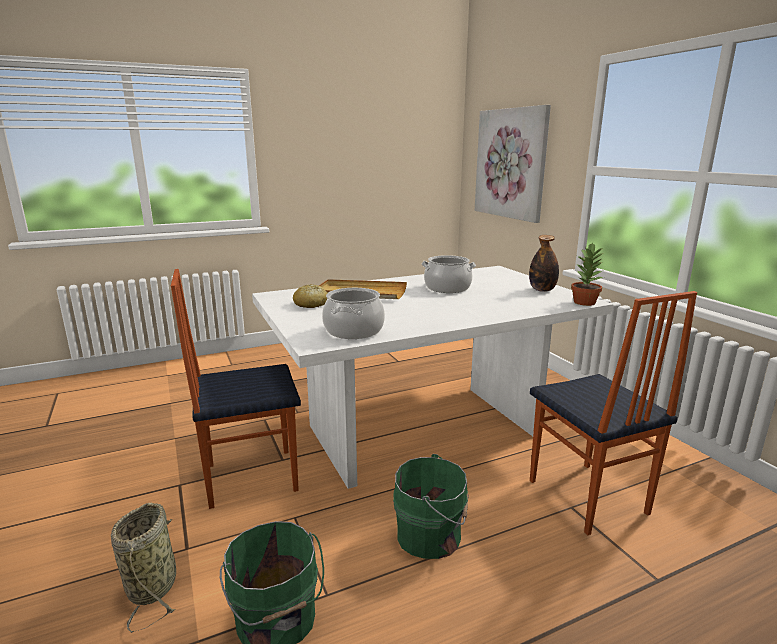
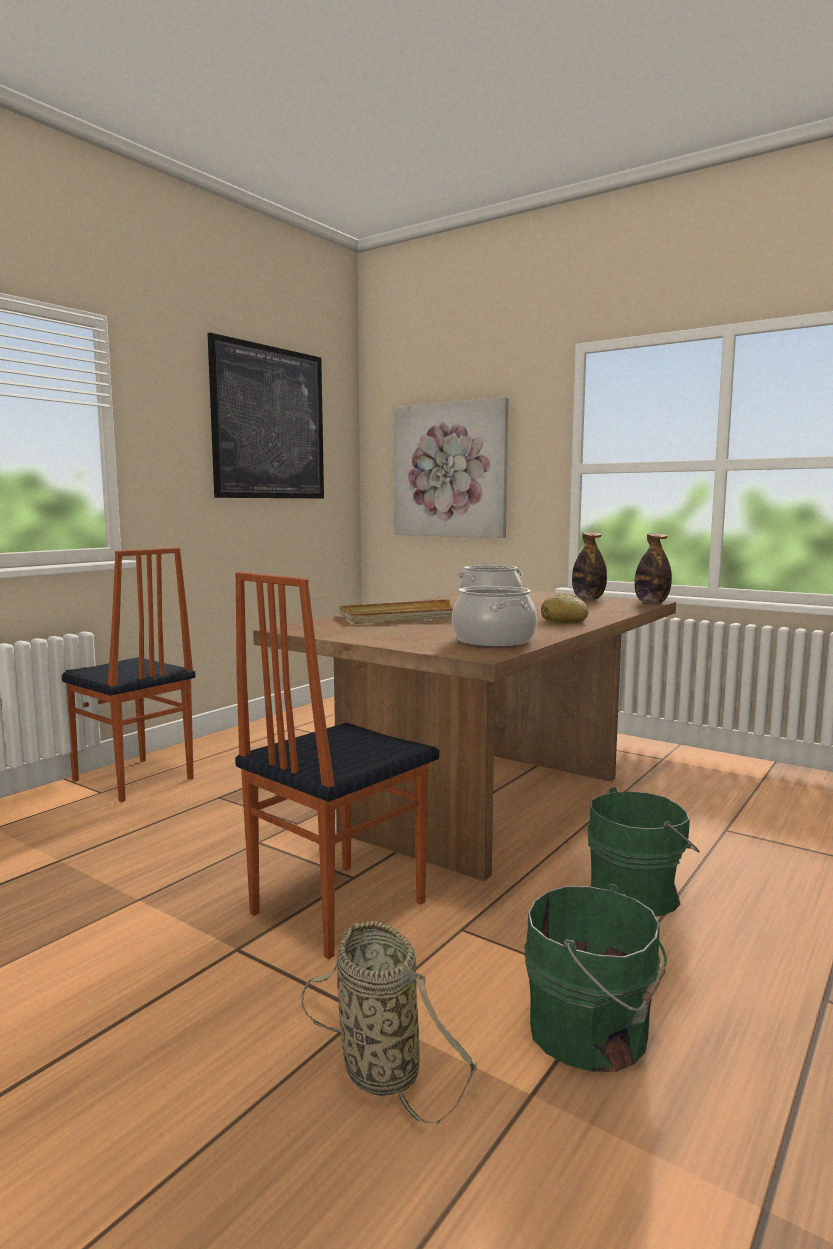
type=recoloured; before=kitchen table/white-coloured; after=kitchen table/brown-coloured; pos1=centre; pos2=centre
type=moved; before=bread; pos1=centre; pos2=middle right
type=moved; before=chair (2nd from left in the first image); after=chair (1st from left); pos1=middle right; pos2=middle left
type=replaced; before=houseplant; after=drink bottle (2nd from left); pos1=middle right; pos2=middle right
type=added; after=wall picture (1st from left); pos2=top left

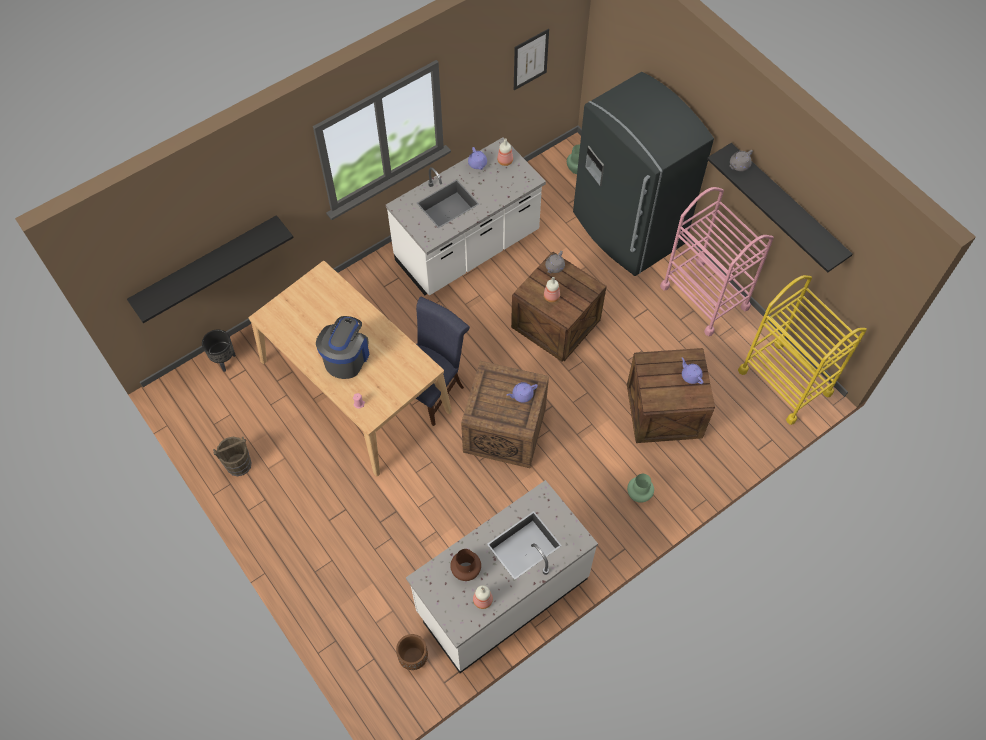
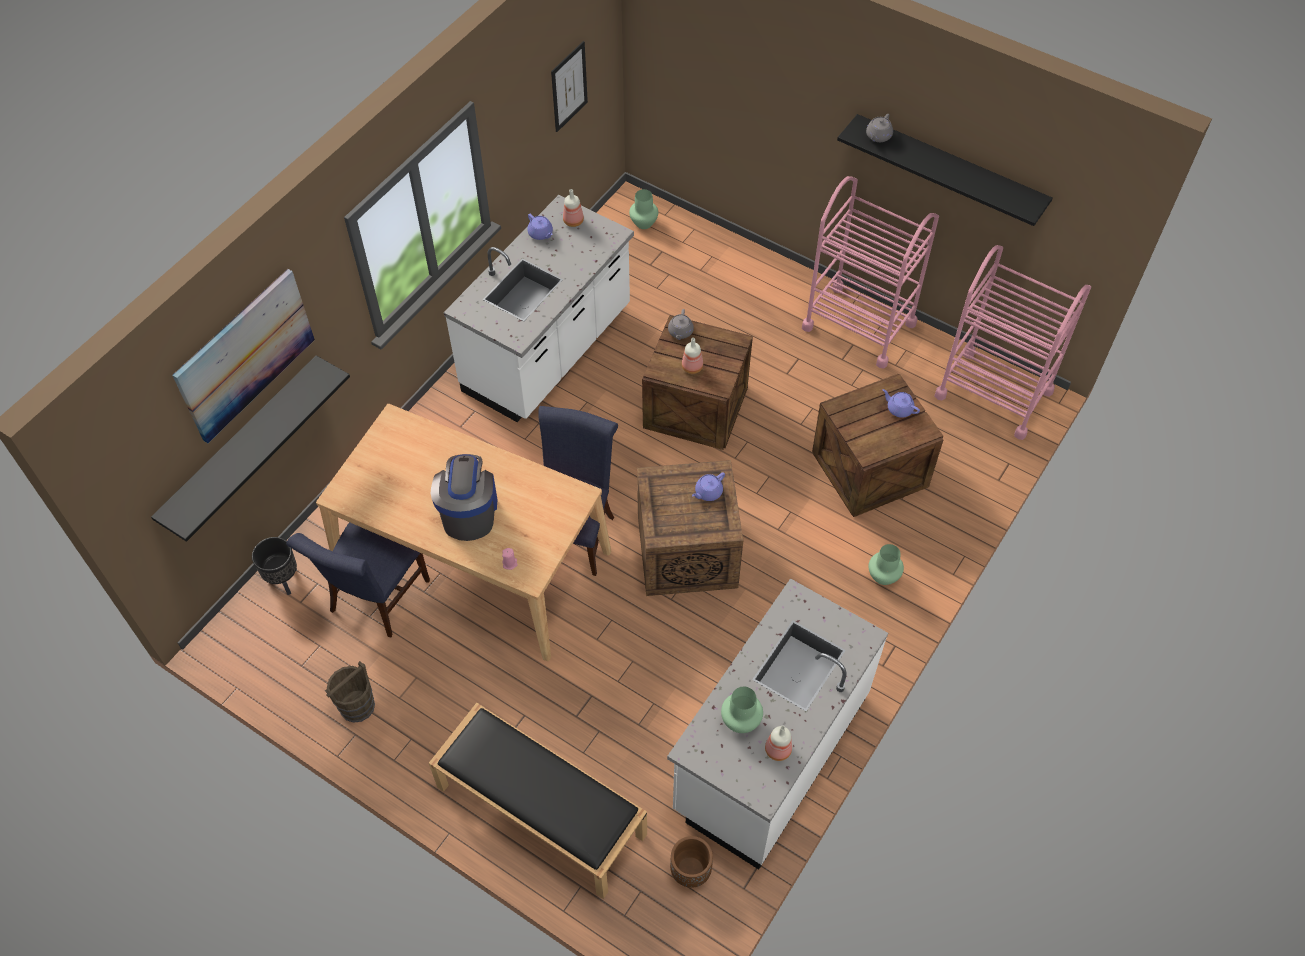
type=recoloured; before=vase/brown-coloured; after=vase/greenish (2nd from left); pos1=bottom centre; pos2=bottom centre
type=removed; before=kitchen fridge/grey; pos1=top centre
type=recoloured; before=cart/yellow; after=cart/pink (2nd from left); pos1=middle right; pos2=middle right
type=added; after=wall picture (1st from left); pos2=middle left
type=added; after=chair/blue-coloured (1st from left); pos2=middle left
type=added; after=long seat/black; pos2=bottom centre

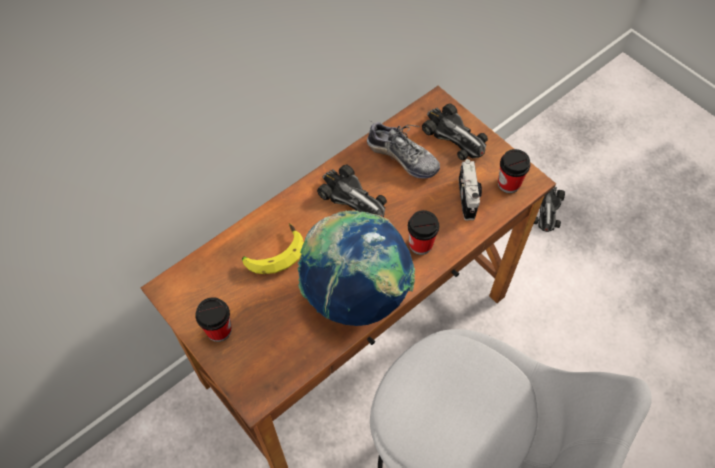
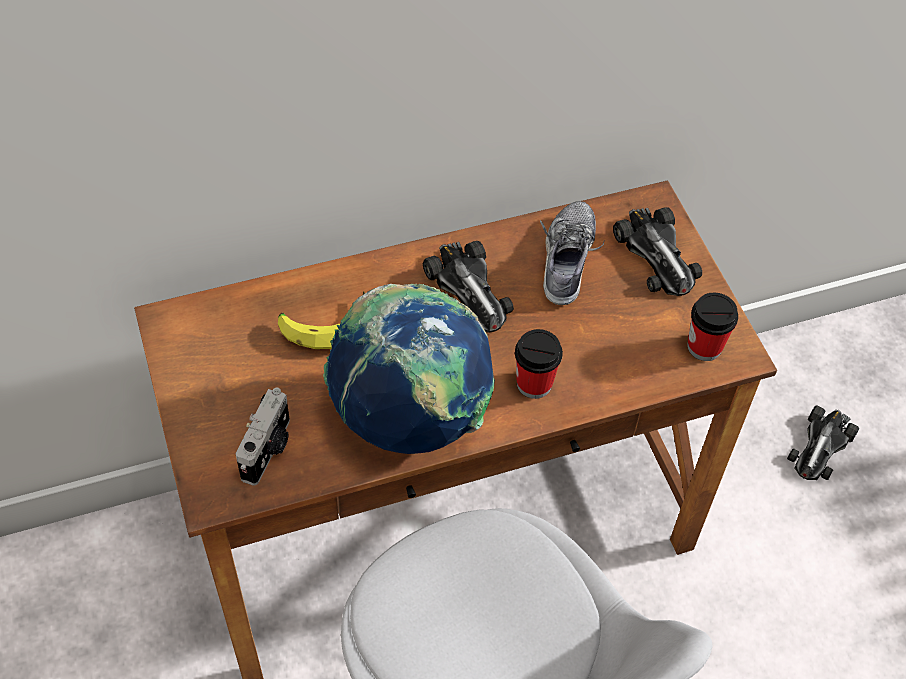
type=removed; before=small cup (1st from left); pos1=bottom left
type=turned; before=item of footwear; pos1=top centre; pos2=centre; turn=-135
type=moved; before=photo camera; pos1=centre; pos2=middle left

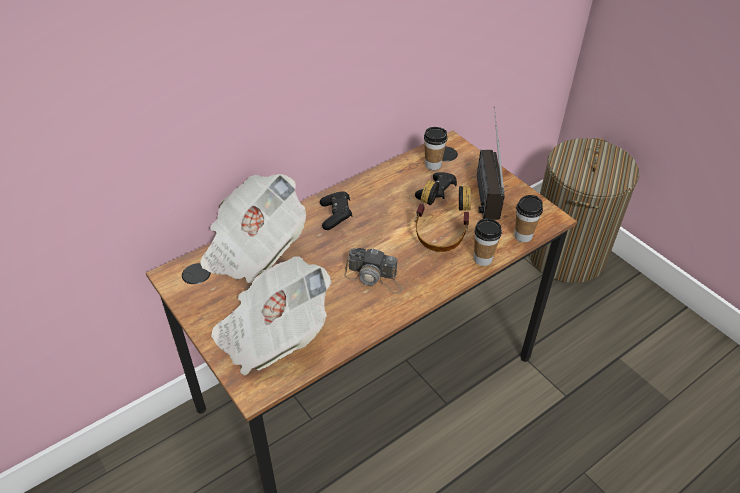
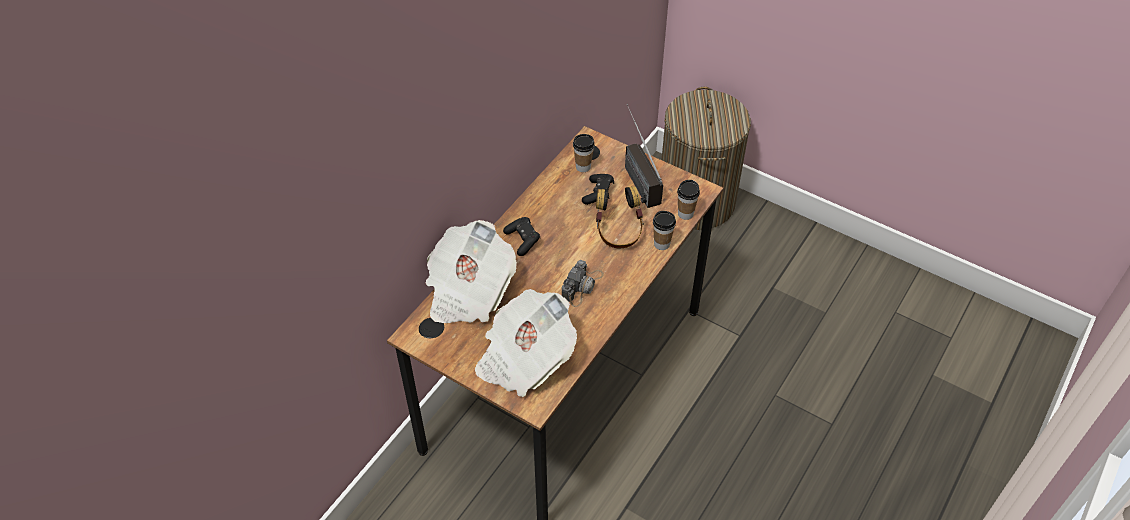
type=turned; before=photo camera; pos1=centre; pos2=centre; turn=-60

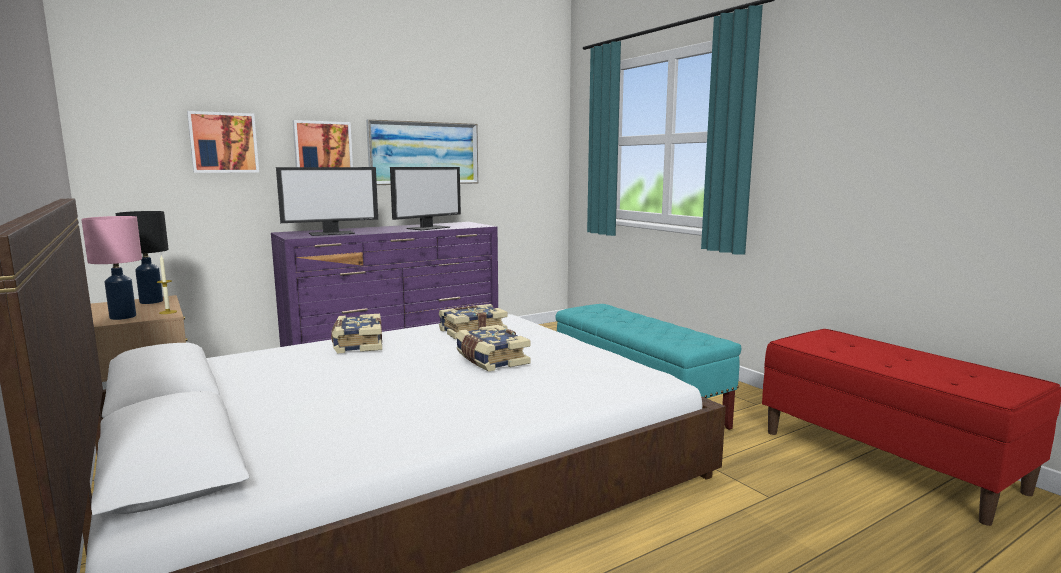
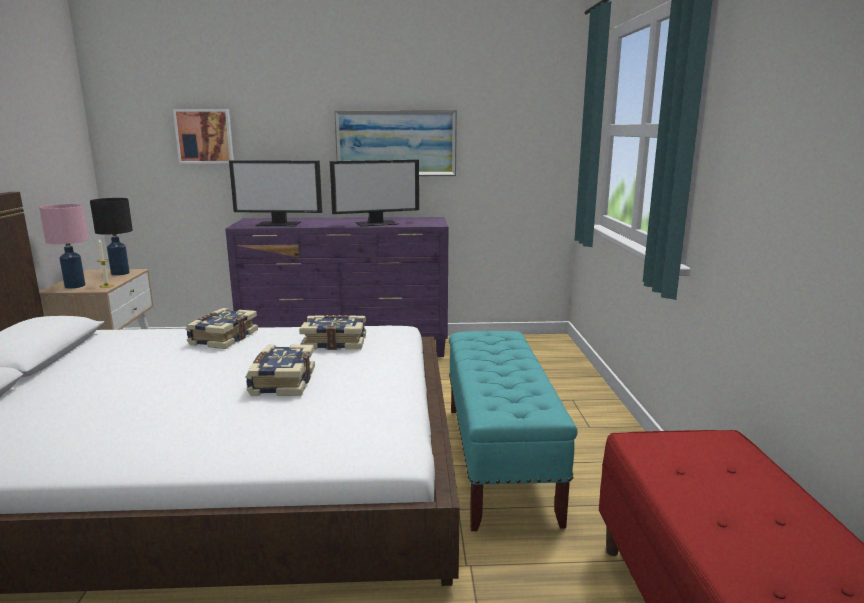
type=removed; before=wall picture (2nd from left); pos1=top left

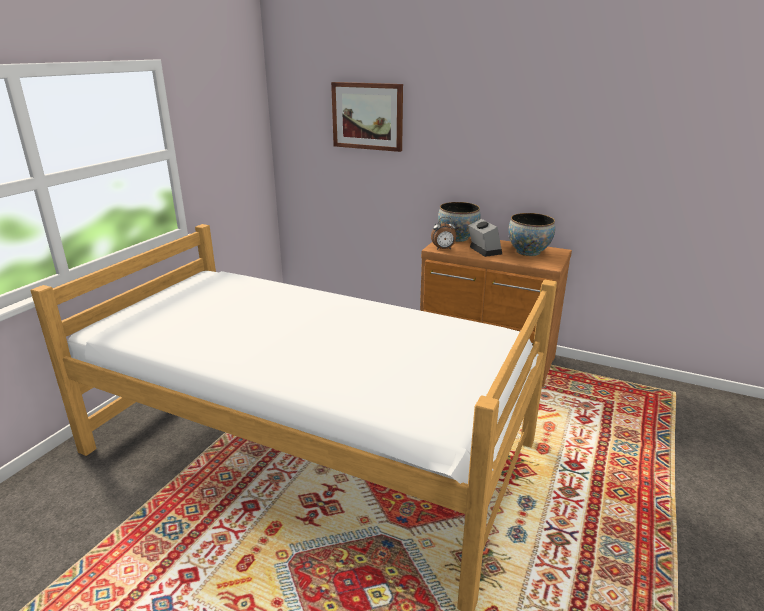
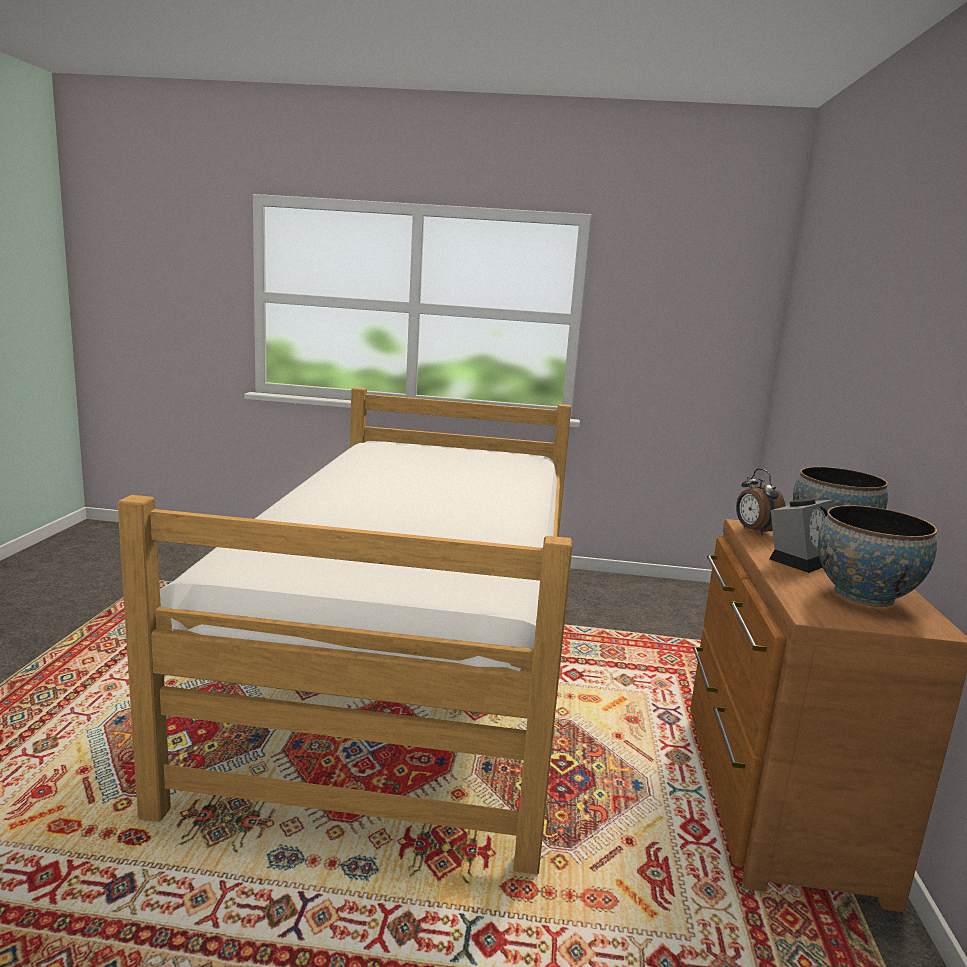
type=removed; before=wall picture; pos1=top centre

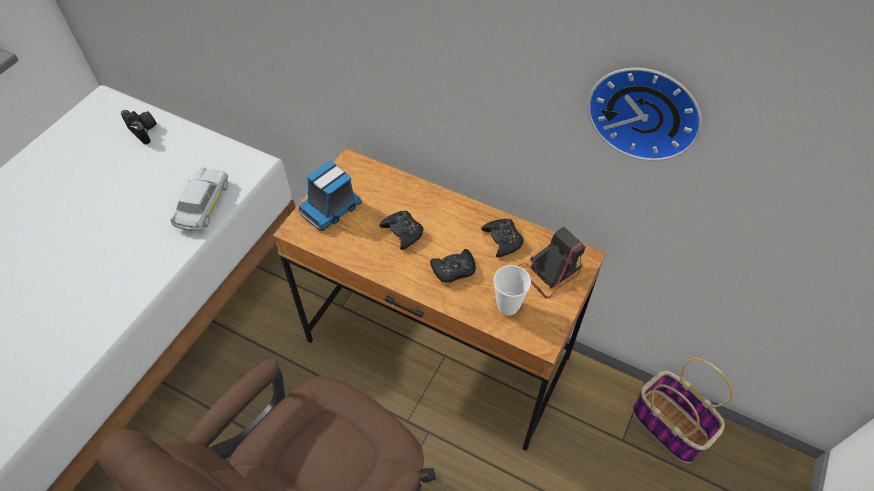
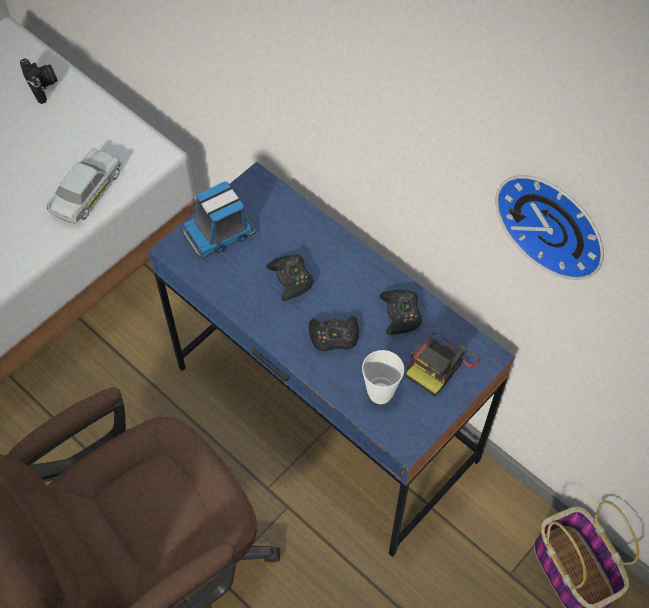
type=recoloured; before=desk table/brown-coloured; after=desk table/blue-coloured; pos1=centre; pos2=centre
type=turned; before=photo camera (2nd from left); pos1=centre; pos2=middle right; turn=150

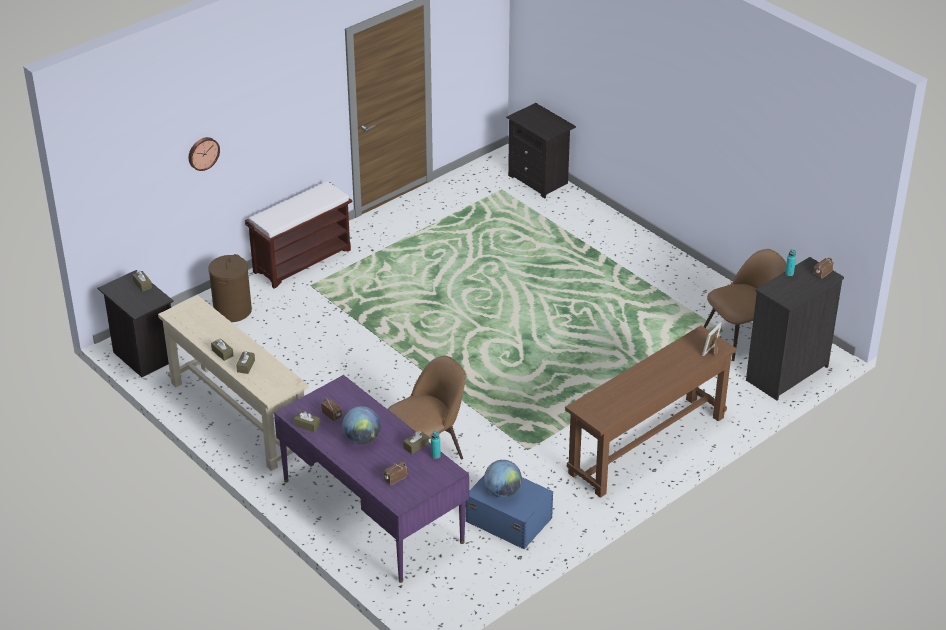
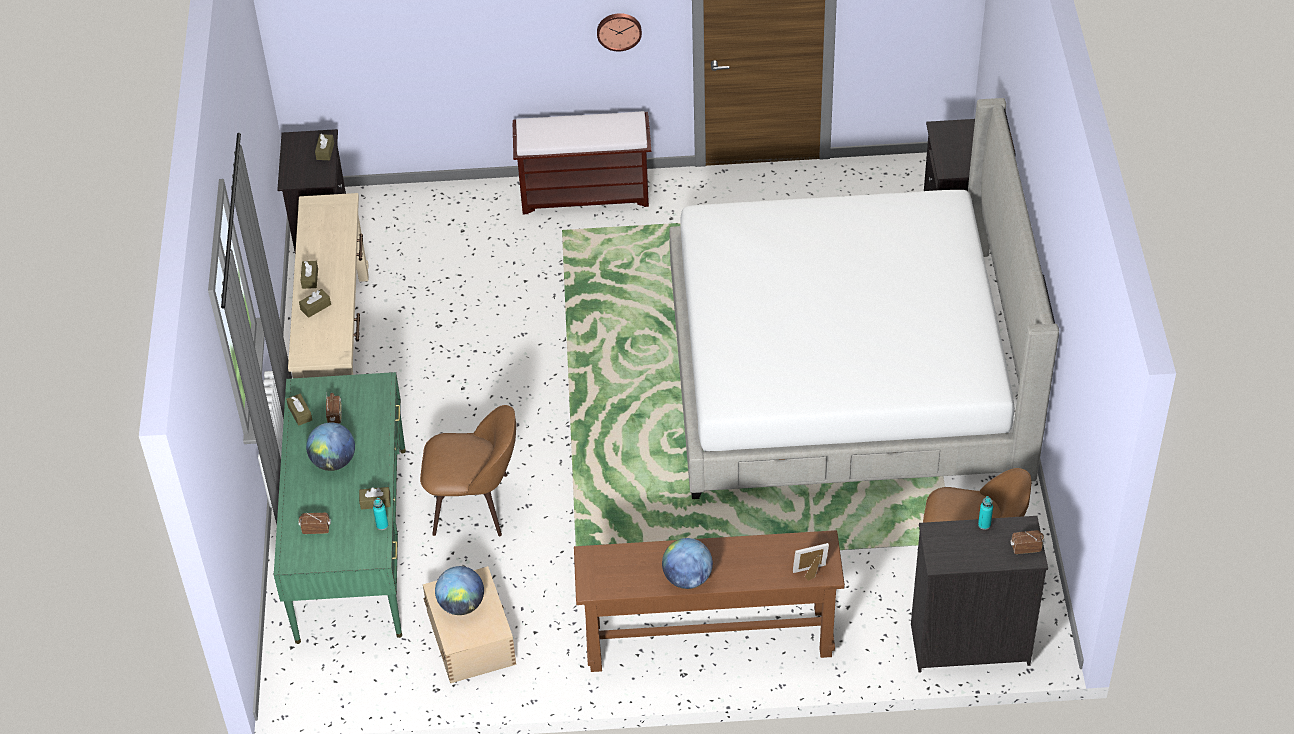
type=moved; before=clock on the wall; pos1=top left; pos2=top centre
type=removed; before=hamper/brown-coloured; pos1=middle left
type=recoloured; before=desk table/purple-coloured; after=desk table/greenish; pos1=bottom centre; pos2=bottom left
type=recoloured; before=storage box/blue-coloured; after=storage box/sand-coloured; pos1=bottom centre; pos2=bottom centre
type=added; after=world globe (3rd from left); pos2=bottom centre
type=added; after=bed; pos2=middle right

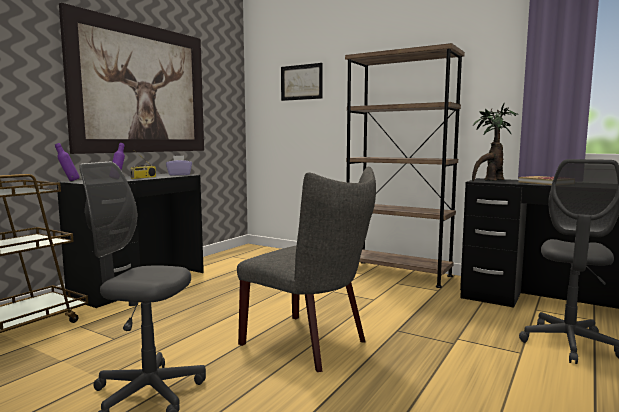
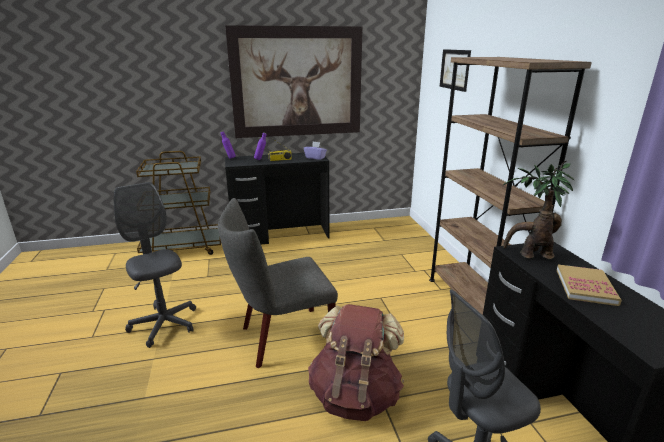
type=turned; before=chair/grey; pos1=centre; pos2=centre; turn=75
type=added; after=backpack/brown-coloured; pos2=bottom centre

